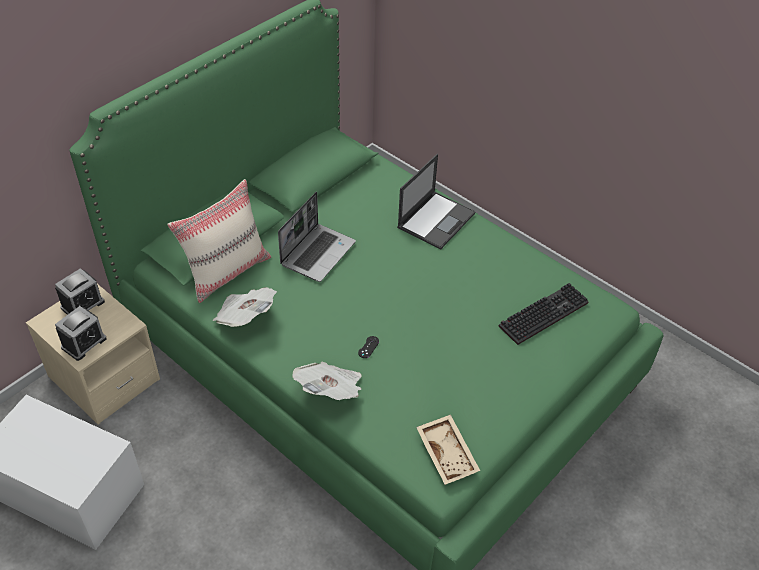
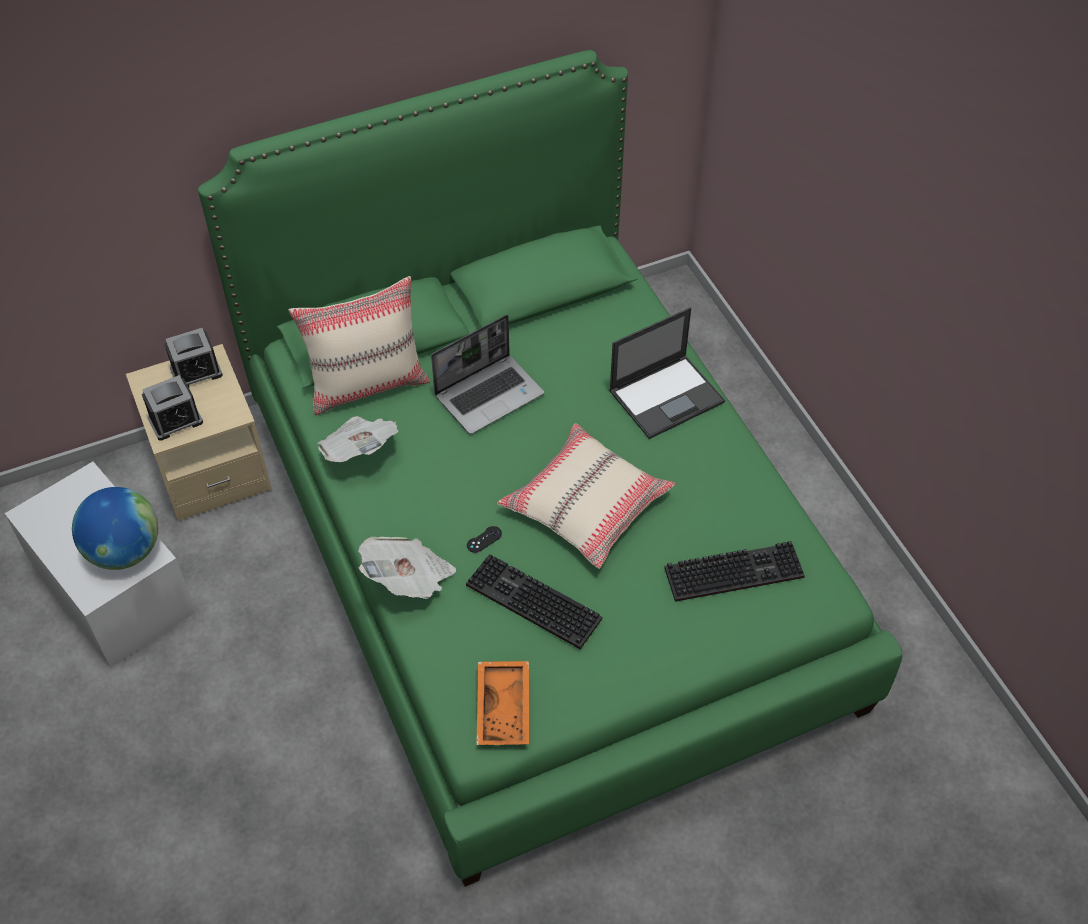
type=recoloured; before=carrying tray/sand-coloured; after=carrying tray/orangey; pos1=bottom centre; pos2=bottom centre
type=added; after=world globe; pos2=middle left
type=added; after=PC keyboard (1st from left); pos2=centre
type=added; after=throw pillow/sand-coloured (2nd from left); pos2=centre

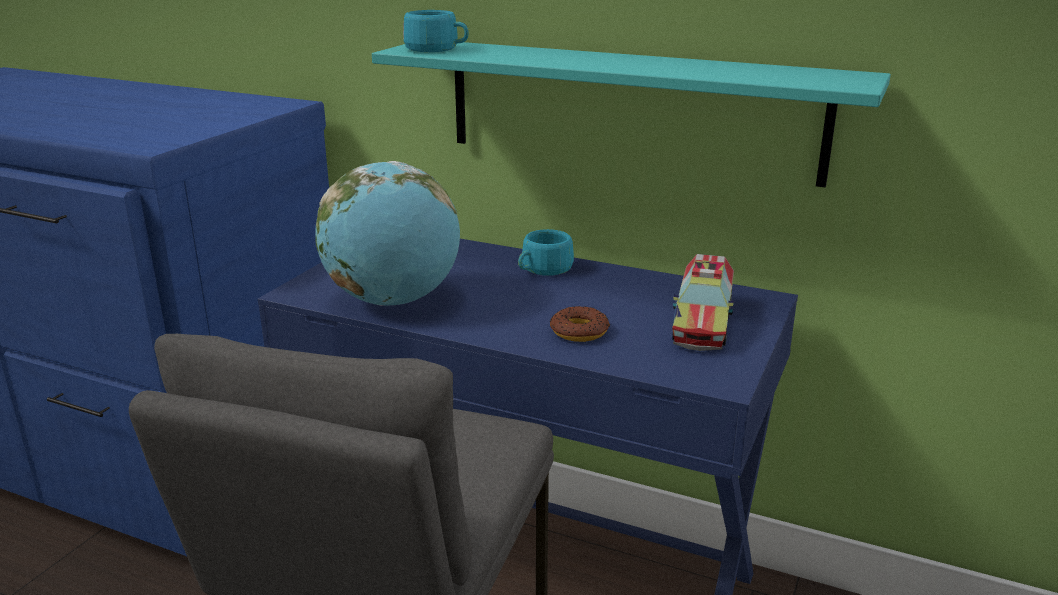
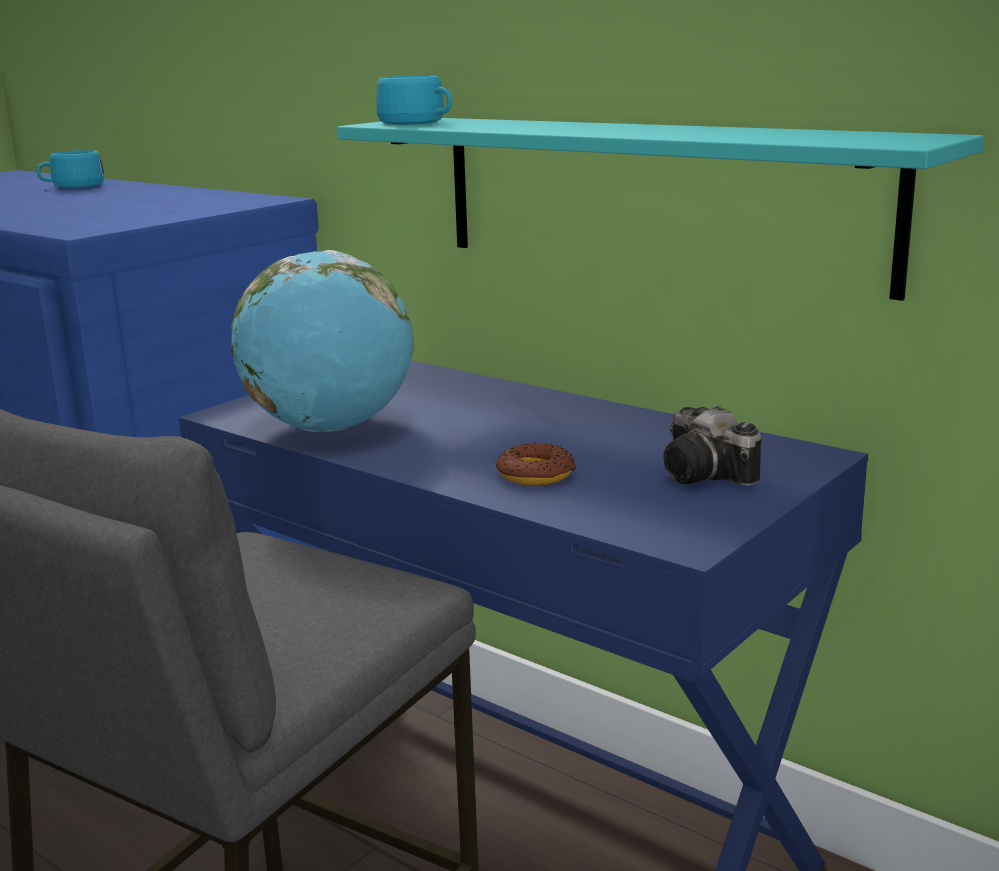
type=moved; before=small cup/turquoise (2nd from left in the first image); after=small cup/turquoise (1st from left); pos1=centre; pos2=top left
type=replaced; before=model truck; after=photo camera; pos1=centre; pos2=middle right

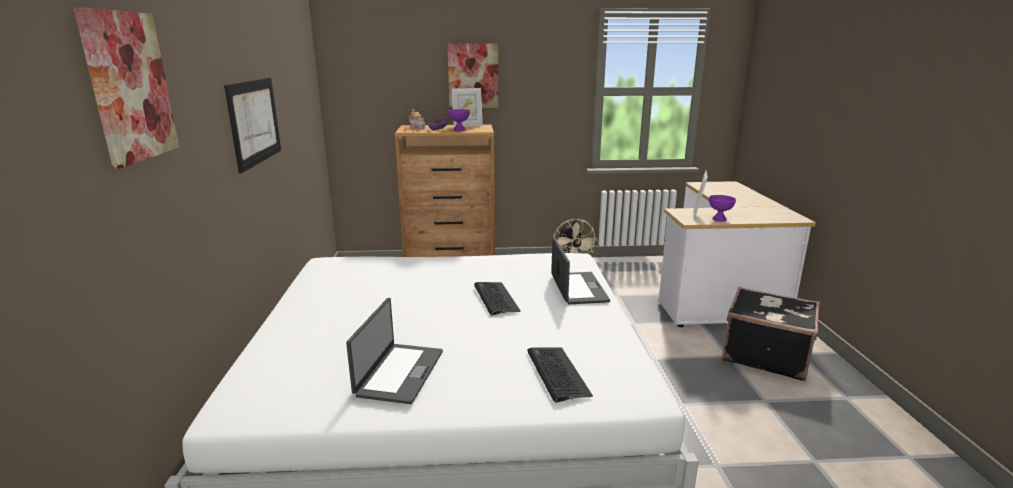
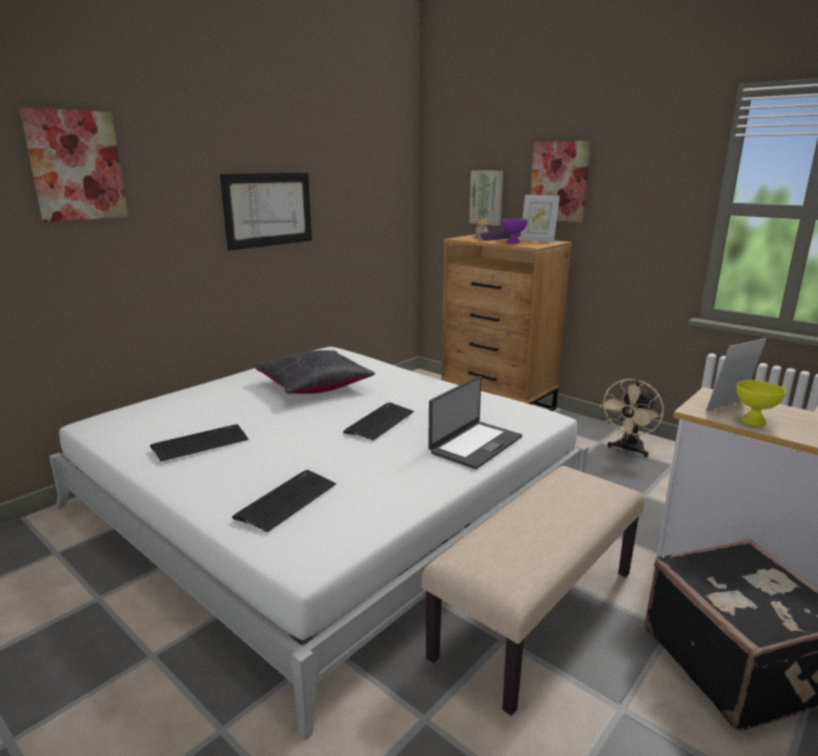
type=replaced; before=notebook computer (1st from left); after=PC keyboard (1st from left); pos1=bottom centre; pos2=middle left
type=recoloured; before=serving bowl/purple-coloured (3rd from left); after=serving bowl/yellow; pos1=middle right; pos2=middle right
type=added; after=throw pillow/black; pos2=centre
type=added; after=long seat/sand-coloured; pos2=bottom centre
type=added; after=wall picture (3rd from left); pos2=top centre

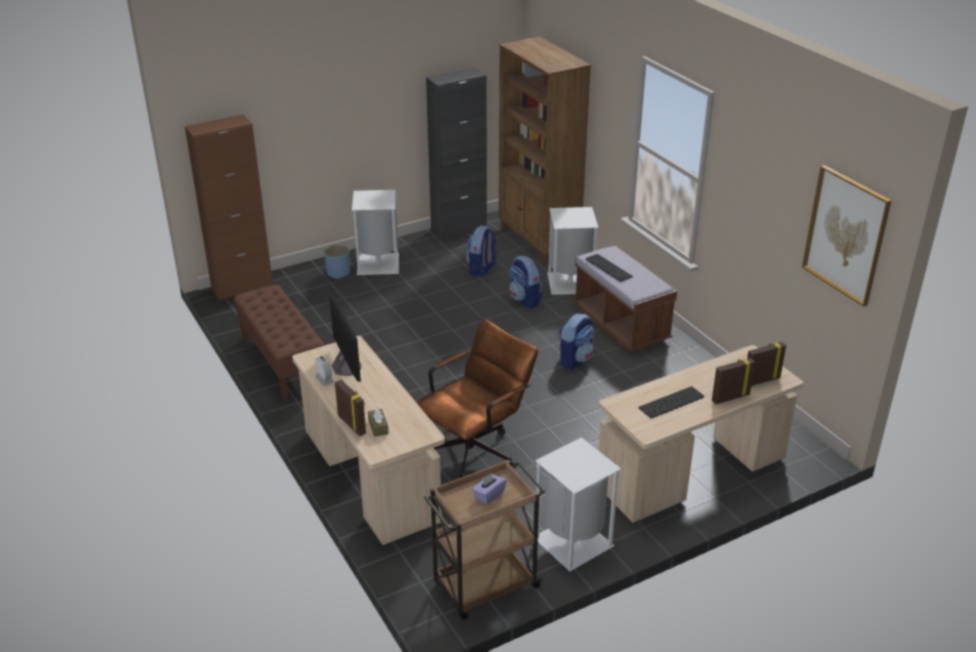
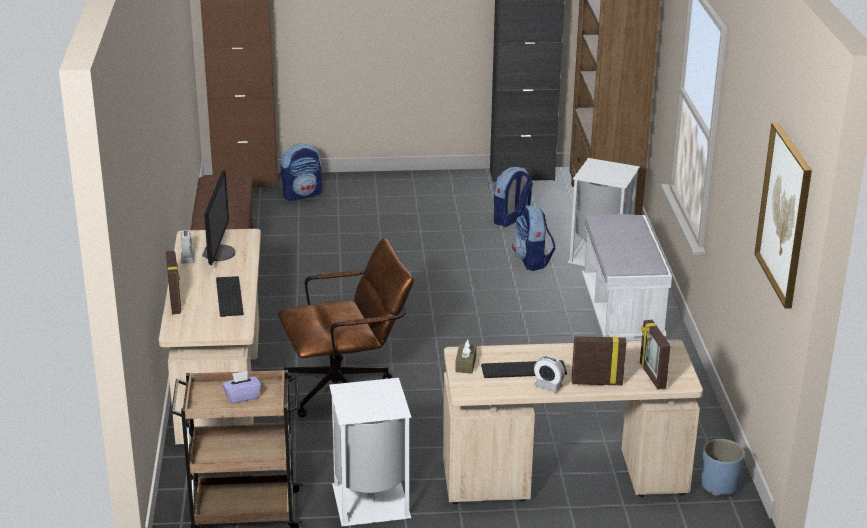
type=moved; before=planter/blue-coloured; pos1=centre; pos2=bottom right
type=removed; before=trash can/white-coloured (1st from left); pos1=centre
type=moved; before=box of tissues/brown-coloured; pos1=centre; pos2=bottom centre
type=moved; before=backpack (3rd from left in the first image); after=backpack (1st from left); pos1=centre; pos2=top centre
type=recoloured; before=long seat/brown-coloured (2nd from left); after=long seat/white-coloured; pos1=centre; pos2=middle right
type=moved; before=PC keyboard (1st from left); pos1=centre; pos2=middle left
type=turned; before=photo frame (3rd from left); pos1=middle right; pos2=bottom right; turn=-105
type=added; after=bedside clock (2nd from left); pos2=bottom centre

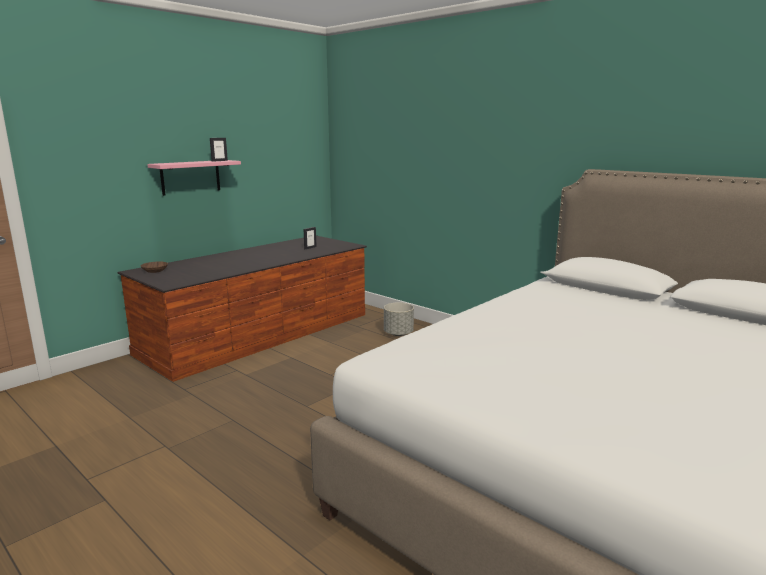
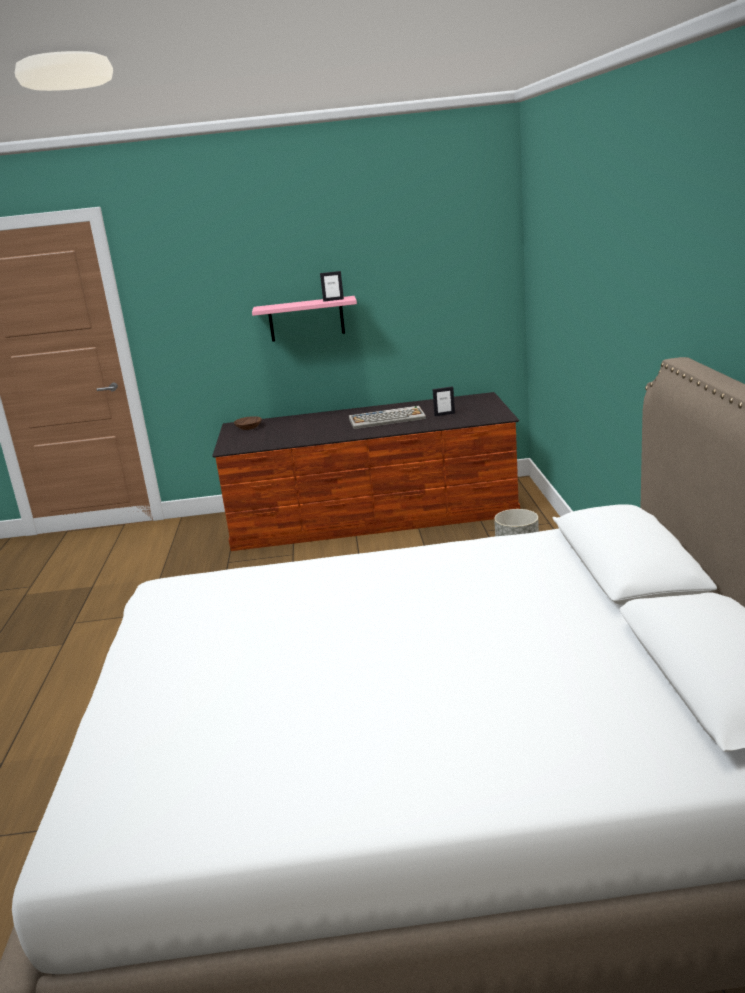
type=added; after=PC keyboard; pos2=centre

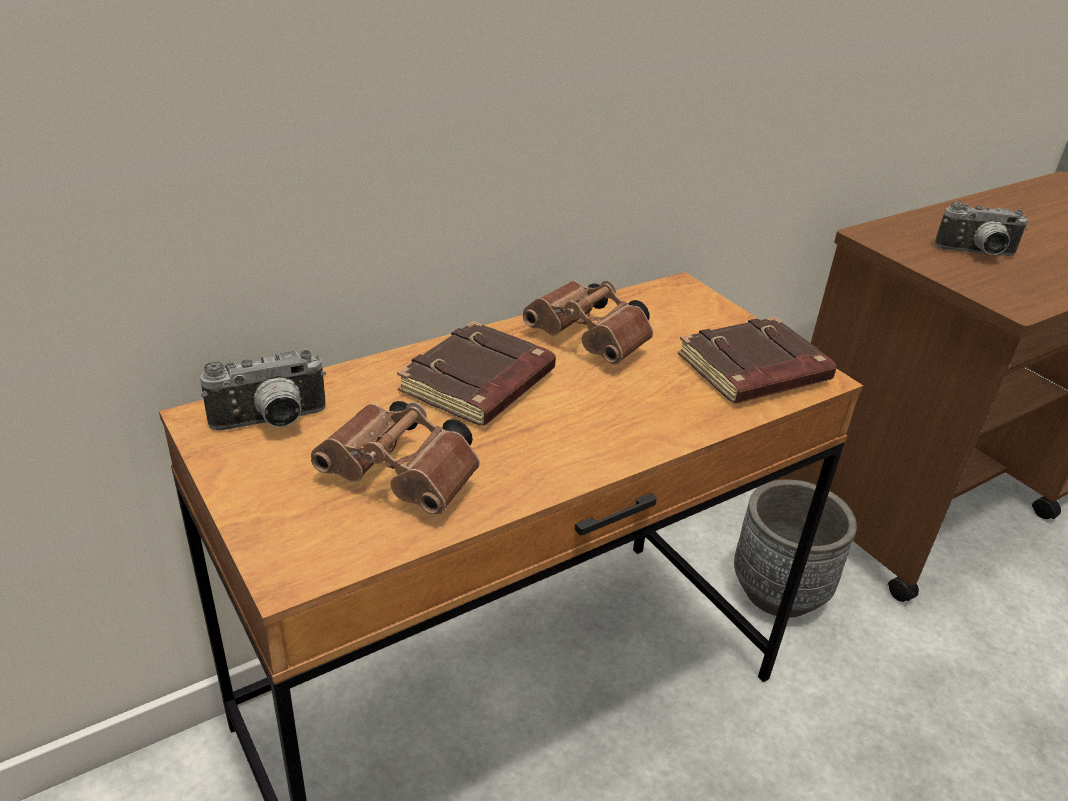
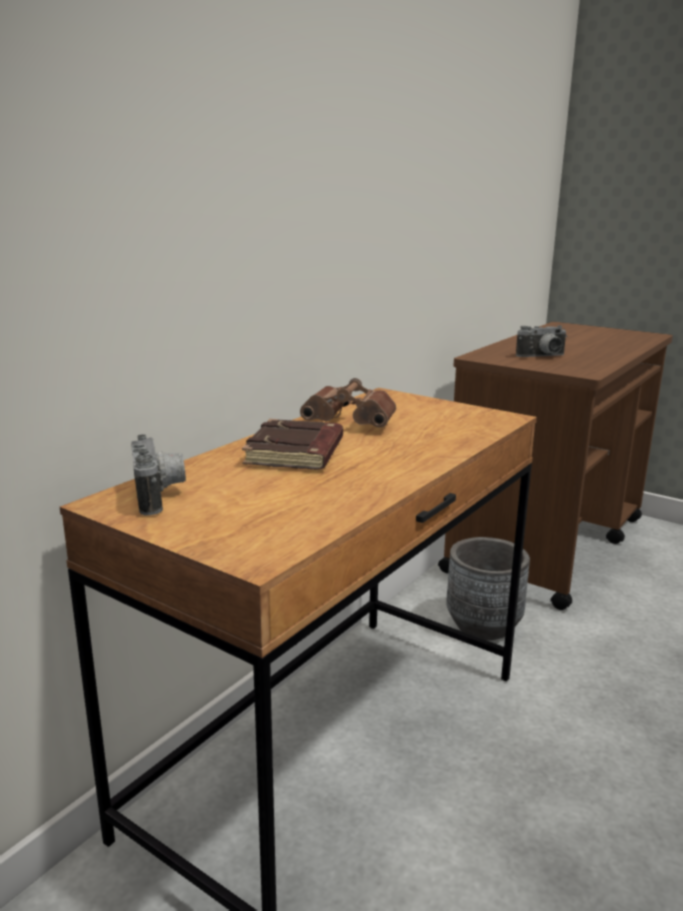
type=turned; before=photo camera (1st from left); pos1=middle left; pos2=middle left; turn=-60
type=removed; before=binoculars/brown-coloured (1st from left); pos1=centre
type=removed; before=book/brown-coloured (2nd from left); pos1=middle right

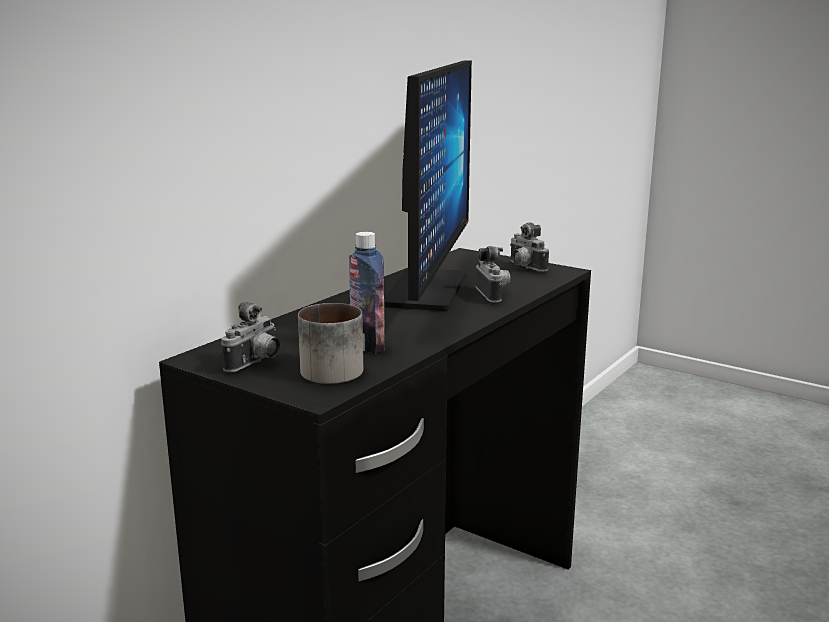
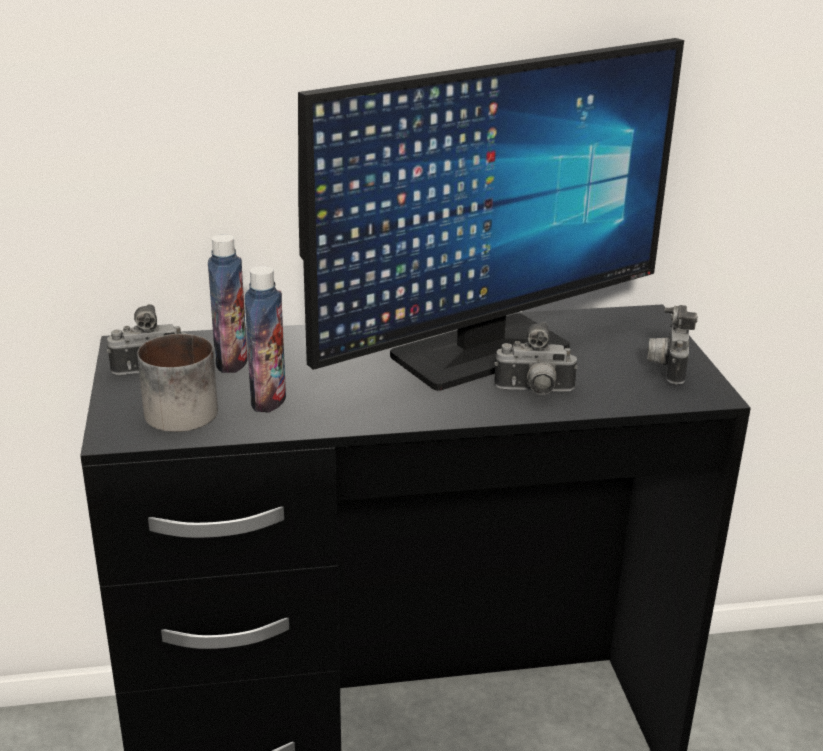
type=turned; before=photo camera (2nd from left); pos1=centre; pos2=centre; turn=60
type=added; after=drink bottle (1st from left); pos2=middle left

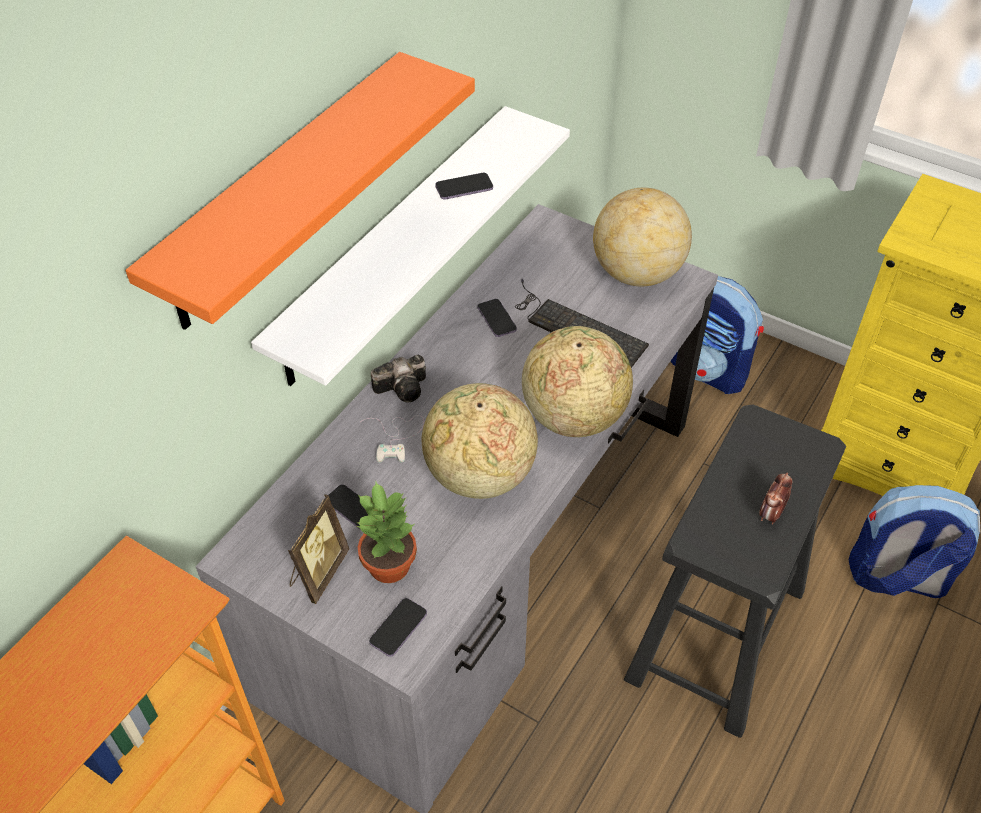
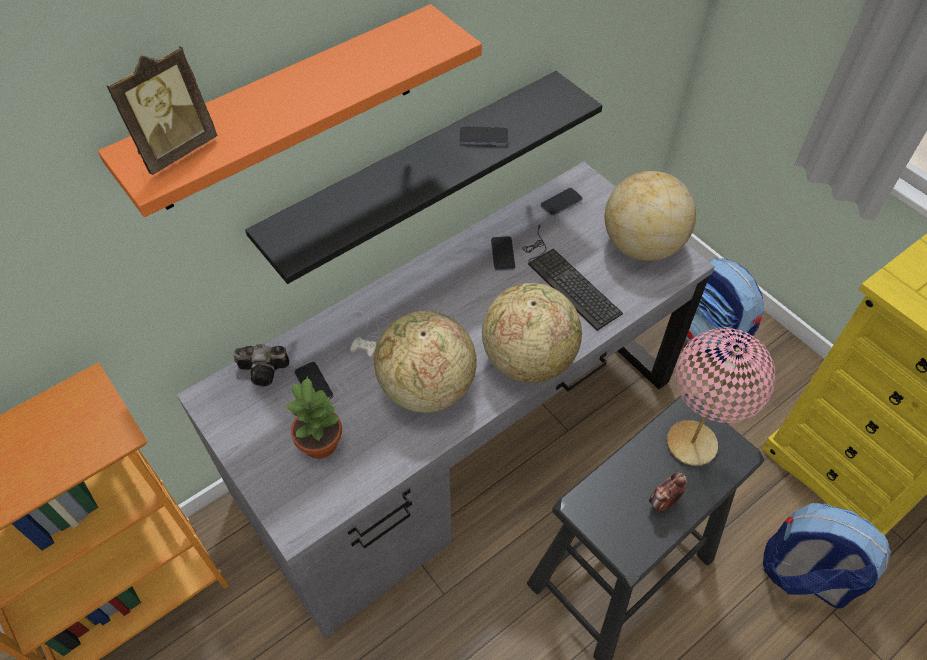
type=recoloured; before=shelf/white-coloured; after=shelf/black; pos1=top centre; pos2=top centre
type=moved; before=photo frame; pos1=bottom left; pos2=top left
type=moved; before=phone (2nd from left in the first image); after=phone (4th from left); pos1=bottom centre; pos2=top centre
type=moved; before=photo camera; pos1=centre; pos2=middle left
type=added; after=lamp for a table/pink; pos2=middle right

